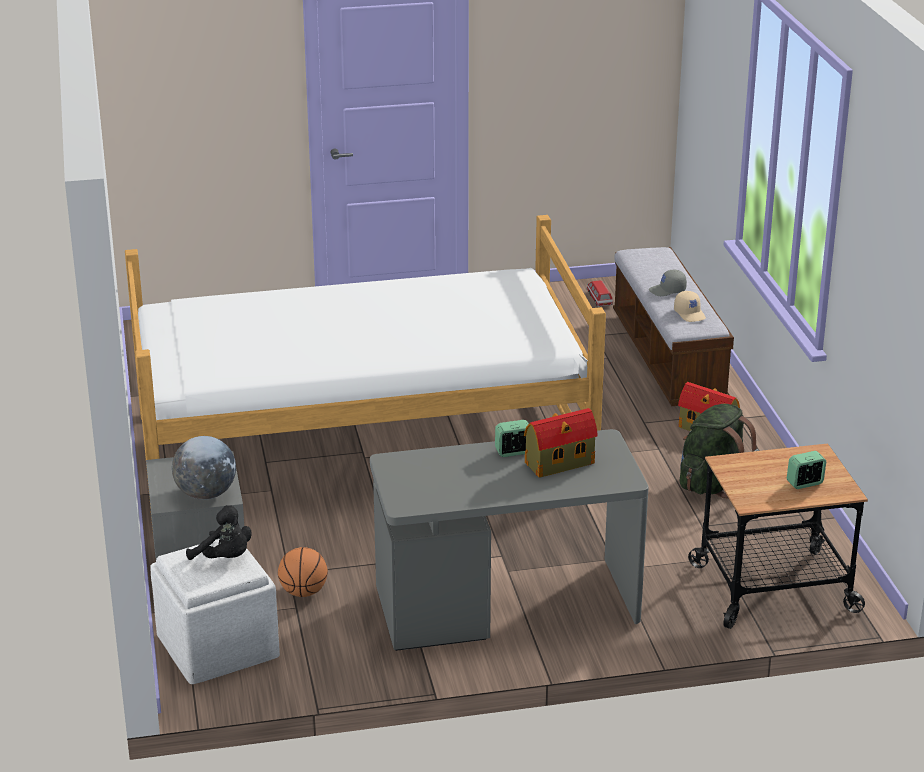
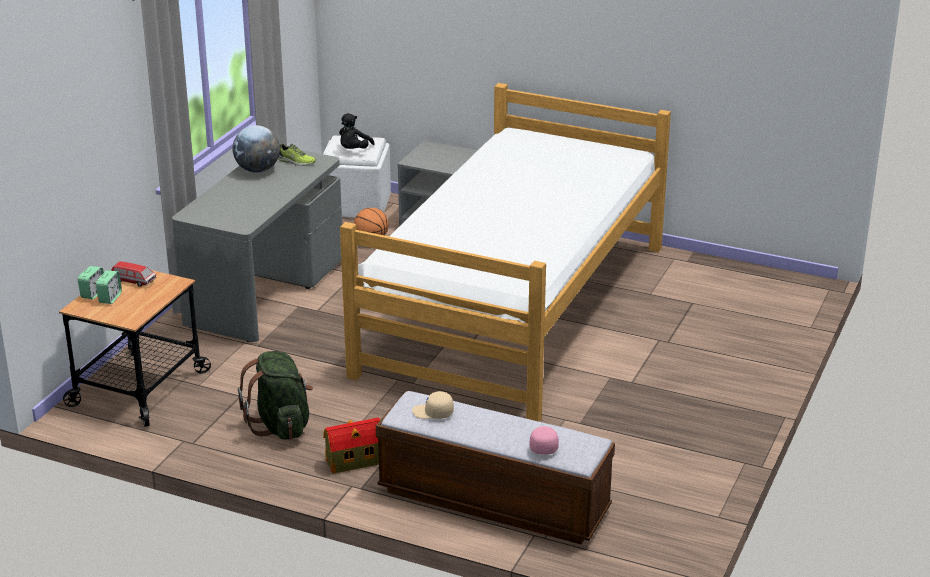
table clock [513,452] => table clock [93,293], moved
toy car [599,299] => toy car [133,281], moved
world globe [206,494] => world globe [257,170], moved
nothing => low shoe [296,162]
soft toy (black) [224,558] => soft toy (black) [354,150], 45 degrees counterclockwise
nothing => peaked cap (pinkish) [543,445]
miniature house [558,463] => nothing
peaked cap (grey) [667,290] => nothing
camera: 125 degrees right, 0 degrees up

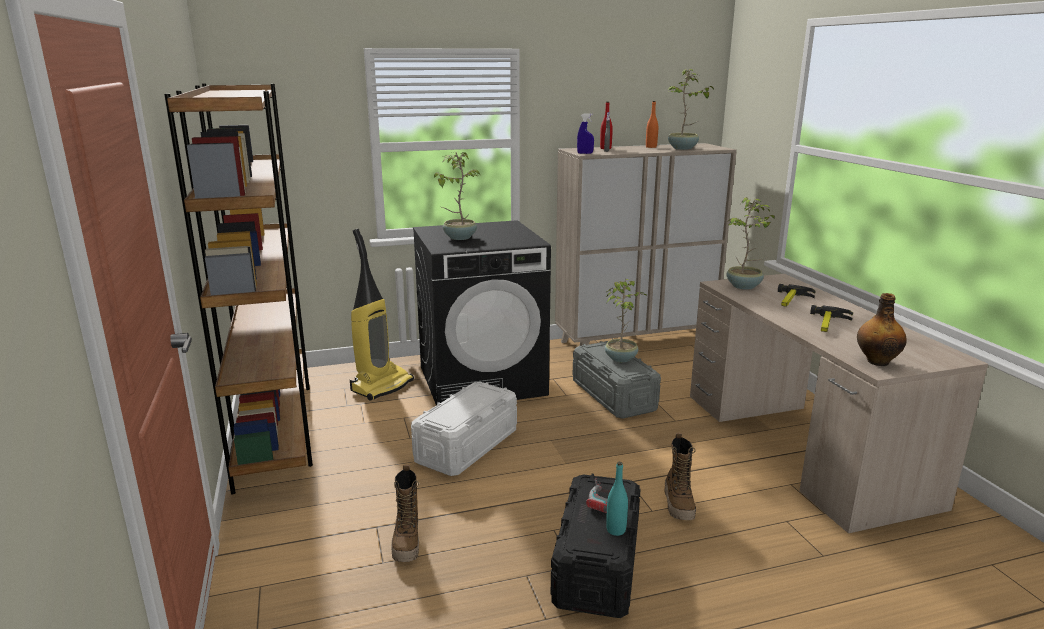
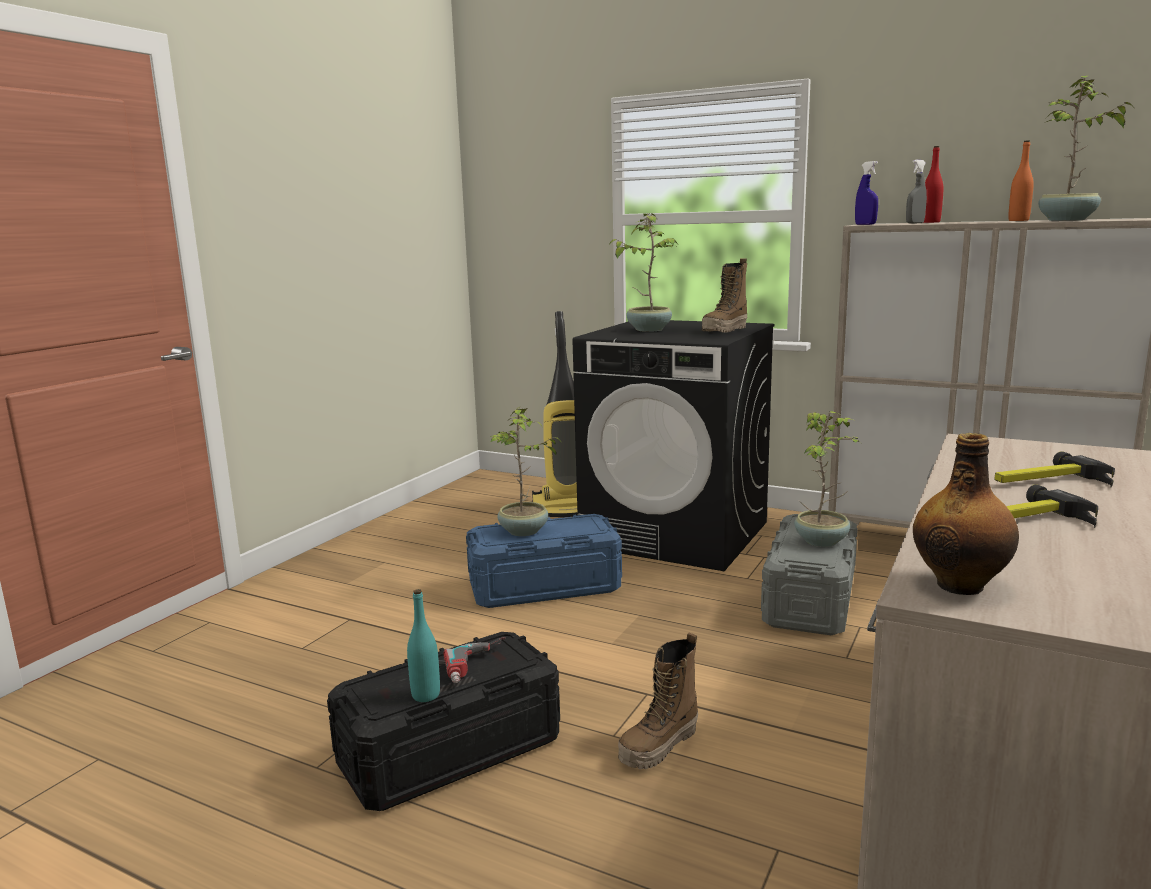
storage bin (whitish) [466,446] => storage bin (bluish) [544,586]
houseplant [744,286] => houseplant [523,531], moved
tall boot [407,543] => tall boot [725,330], moved
shelving unit (brown) [275,427] => nothing
camera: 45 degrees right, 5 degrees down

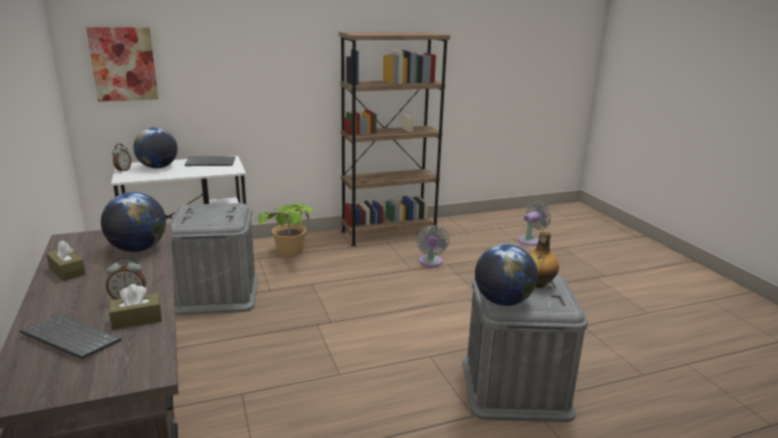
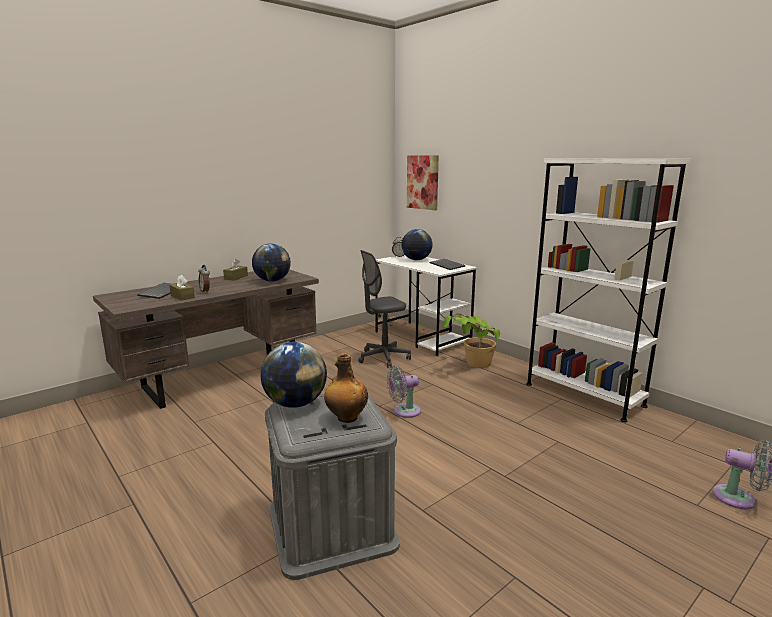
storage bin (grey) [217,293] => office chair (grey) [383,358]
electric fan (grey) [430,262] => electric fan (grey) [404,411], moved
shelving unit (brown) [389,233] => shelving unit (whitish) [583,395]
camera: 70 degrees right, 5 degrees down

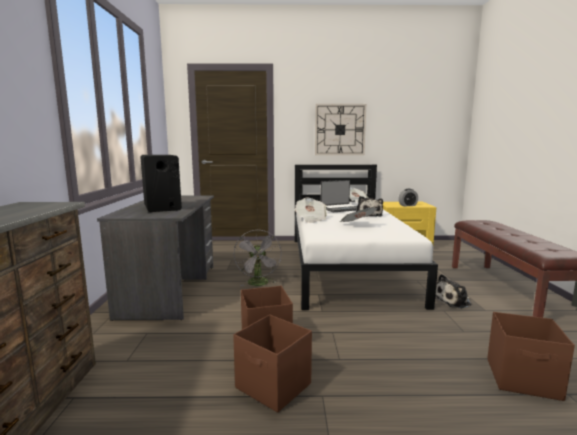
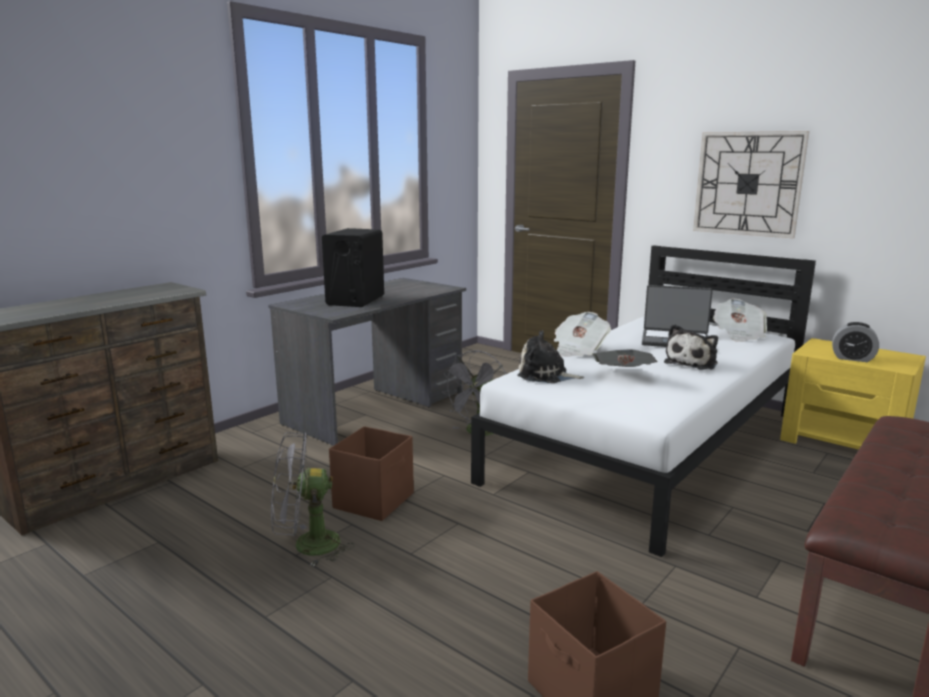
storage bin (brown) [273,386] => electric fan (grey) [306,546]
soft toy [454,301] => soft toy [546,375], moved
camera: 40 degrees right, 5 degrees up

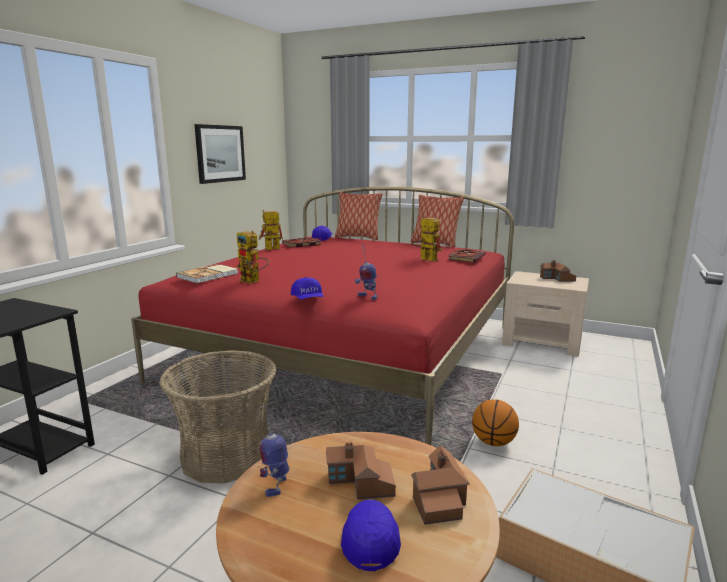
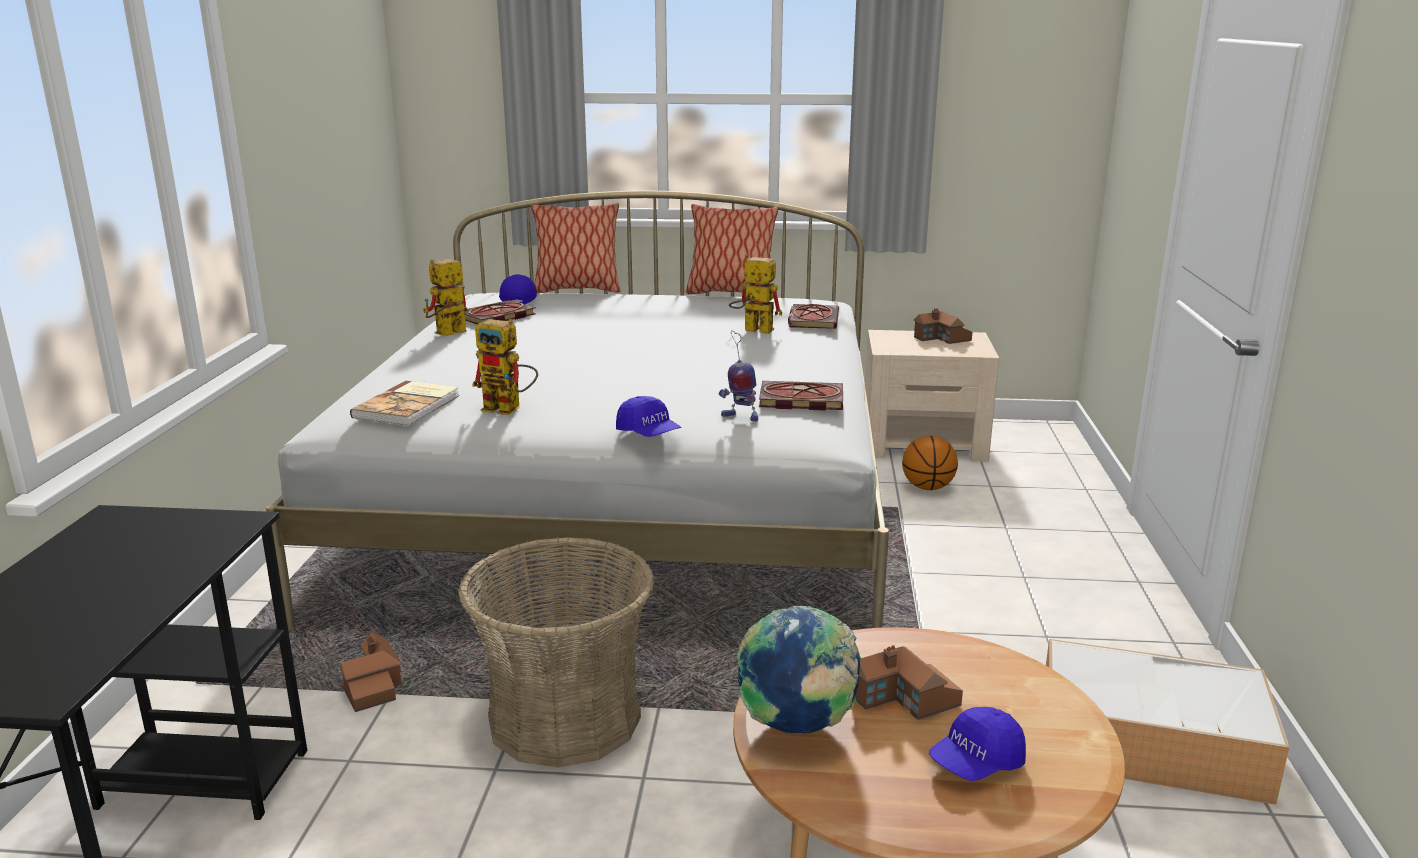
sleeping bed (red-coloured) [347,352] => sleeping bed (whitish) [627,508]
miniature house [438,498] => miniature house [373,686], moved
toy robot [276,484] => world globe [797,726]
nothing => bound book [799,400]
ball for basketball [493,442] => ball for basketball [928,487], moved
peaked cap (bluish) [370,541] => peaked cap (bluish) [976,763], 105 degrees counterclockwise
wall art [220,153] => nothing
camera: 20 degrees left, 5 degrees up

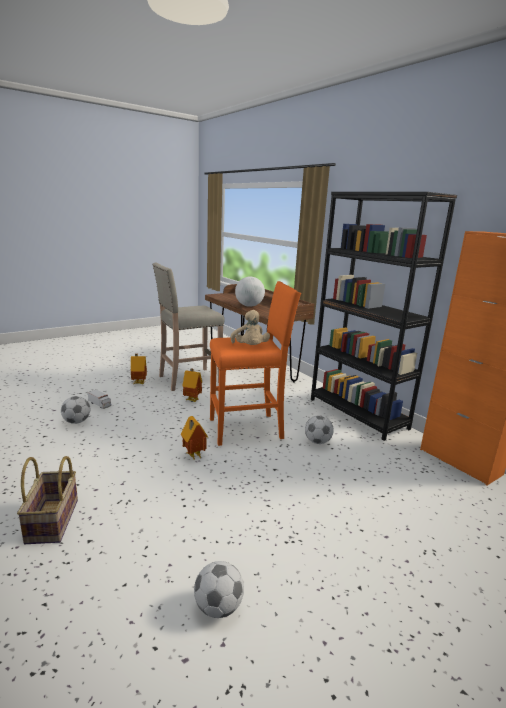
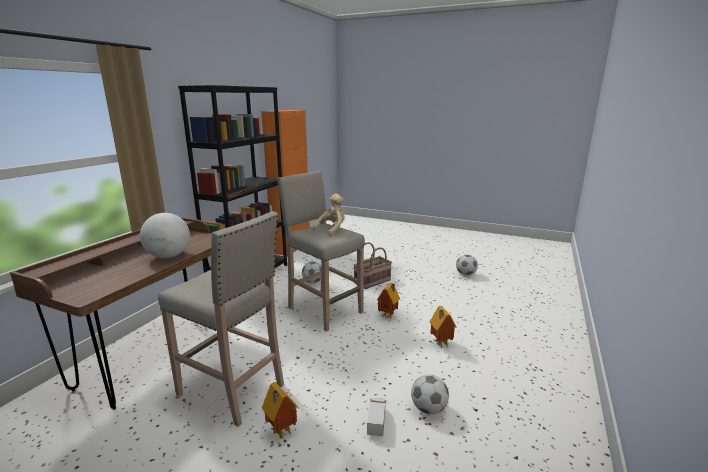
stool (orangey) [247,429] => stool (sand-coloured) [324,309]
storage basket [53,521] => storage basket [372,281], moved
miniature house [192,400] => miniature house [440,343], moved
camera: 120 degrees left, 0 degrees up

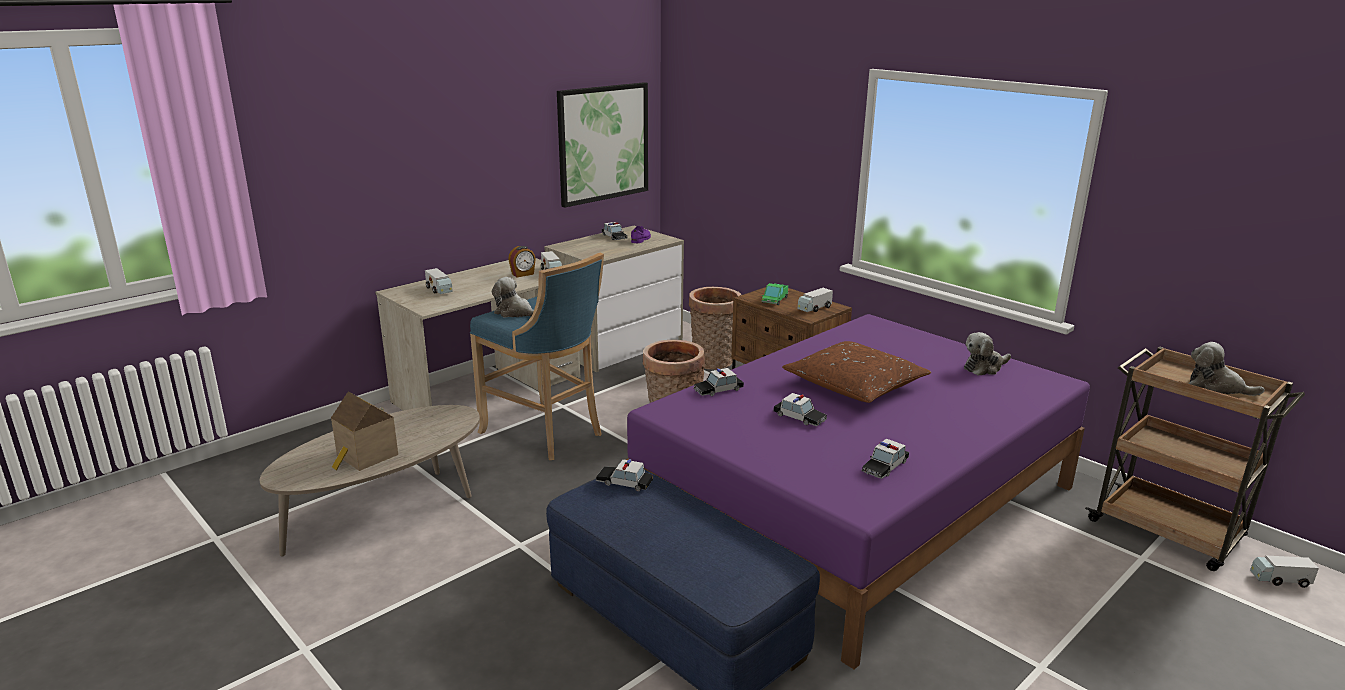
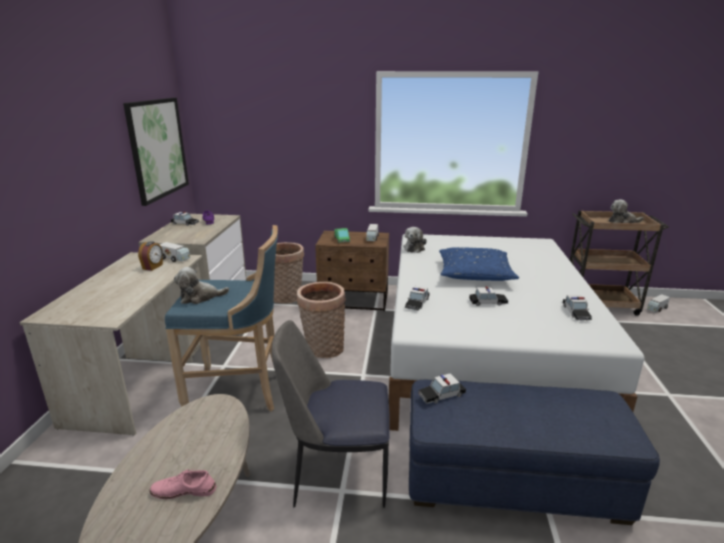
miniature house [365,456] => low shoe (pinkish) [184,490]
nothing => chair [337,474]
sleeping bed (purplish) [857,505] => sleeping bed (whitish) [483,350]
soft toy [984,367] => soft toy [415,248], moved
cushion (brown) [854,385] => cushion (bluish) [474,273]
toy truck [439,290] => nothing
camera: 40 degrees left, 0 degrees up

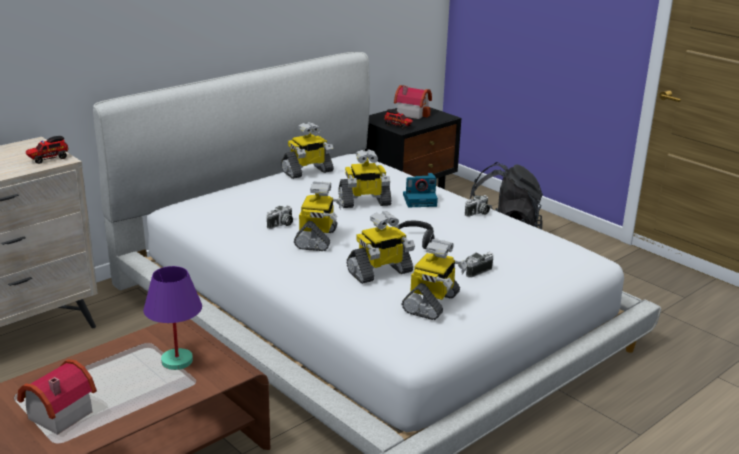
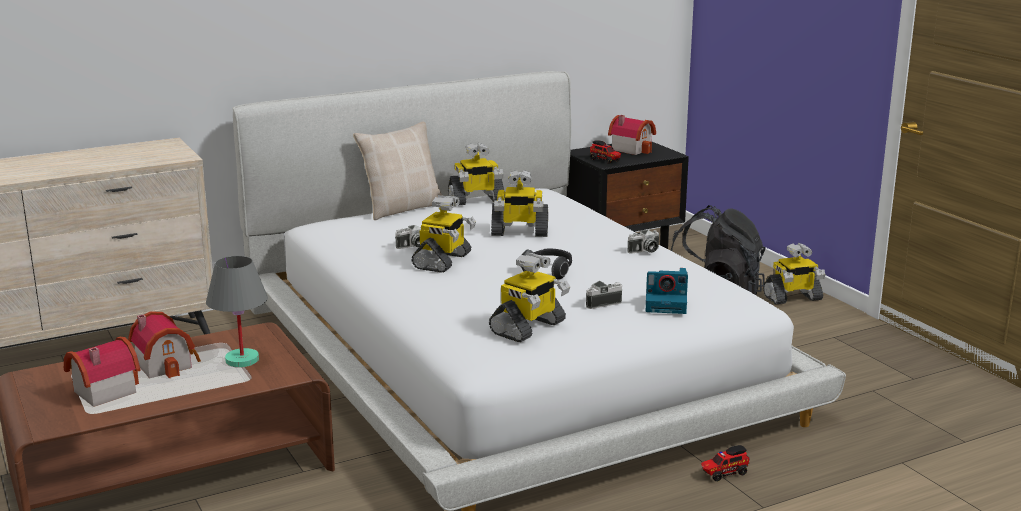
nothing => miniature house [167,363]
table lamp (purplish) [176,361] => table lamp (grey) [241,360]
nothing => cushion (sand-coloured) [402,208]
photo camera [420,200] => photo camera [667,304], moved
toy truck [47,159] => toy truck [723,473], moved
toy robot [380,272] => toy robot [792,298], moved
camera: 15 degrees right, 5 degrees down

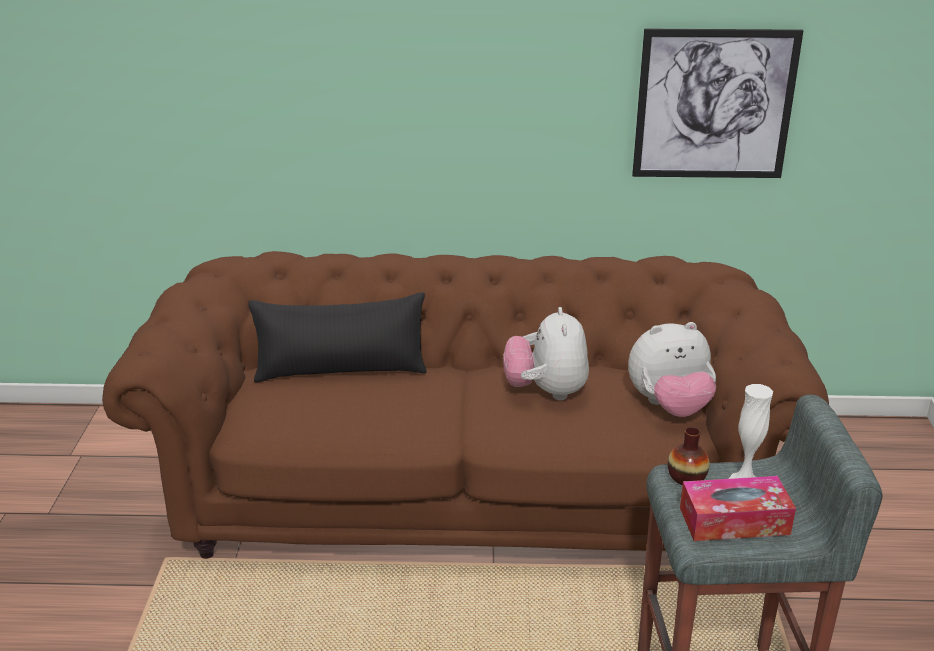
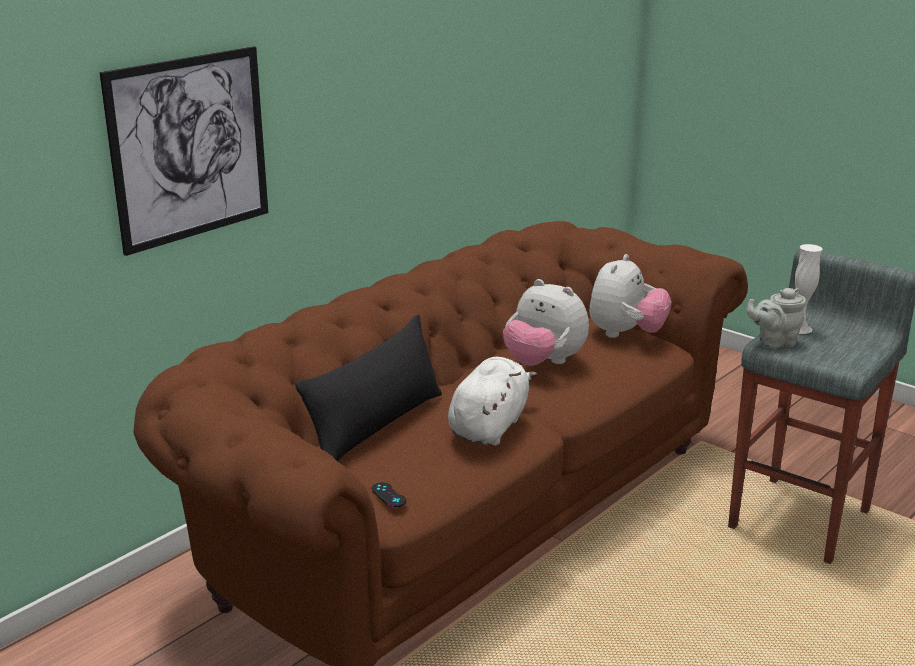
wall art [714,105] => wall art [190,148], moved
nothing => game controller (black) [388,495]
nothing => soft toy (whitish) [489,426]
decorative vase [686,477] => teapot (grey) [774,342]
tissue box [734,521] => nothing
camera: 50 degrees left, 5 degrees down

